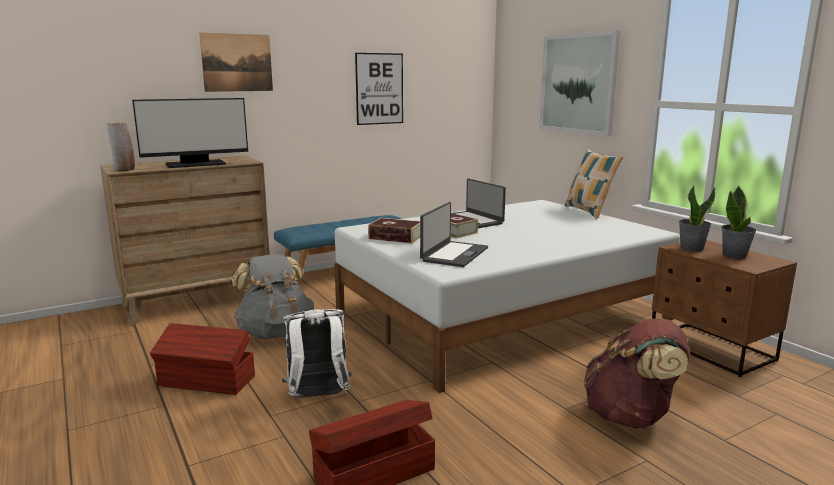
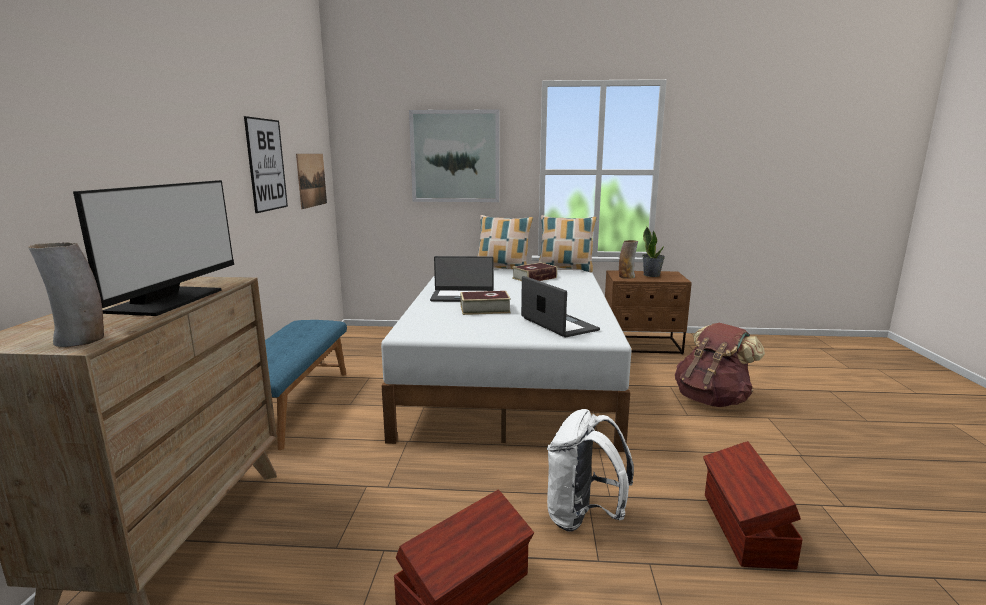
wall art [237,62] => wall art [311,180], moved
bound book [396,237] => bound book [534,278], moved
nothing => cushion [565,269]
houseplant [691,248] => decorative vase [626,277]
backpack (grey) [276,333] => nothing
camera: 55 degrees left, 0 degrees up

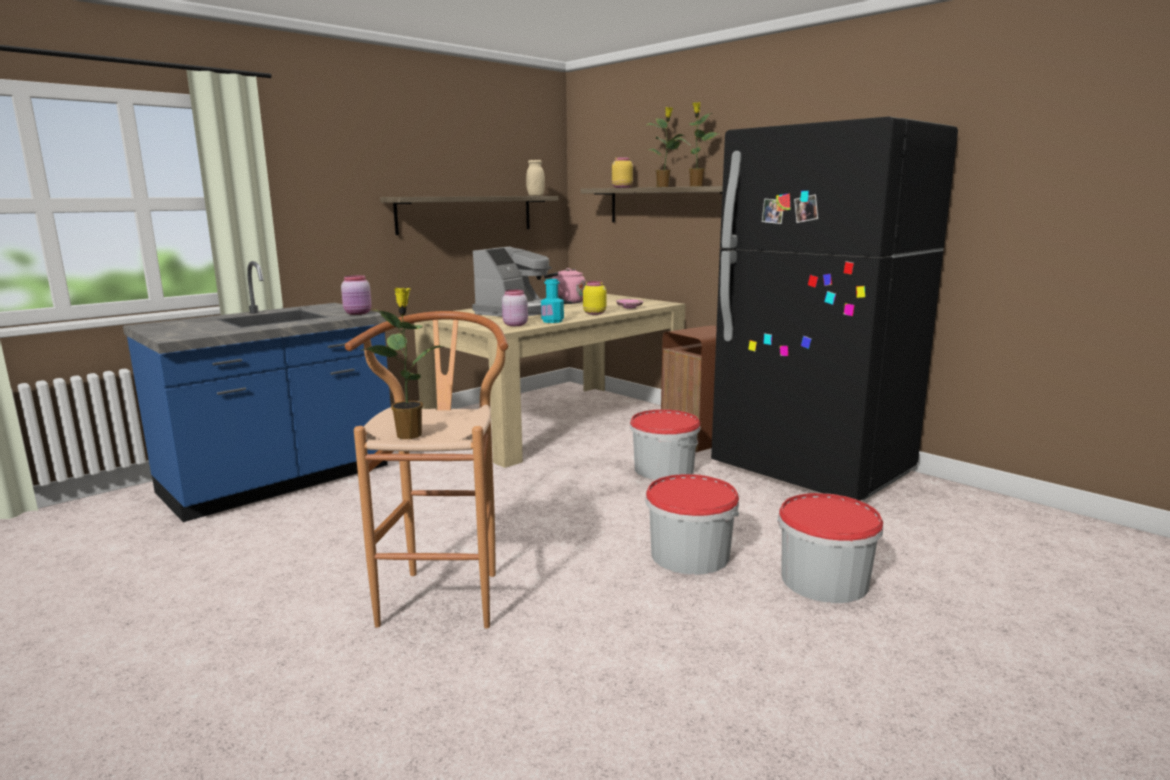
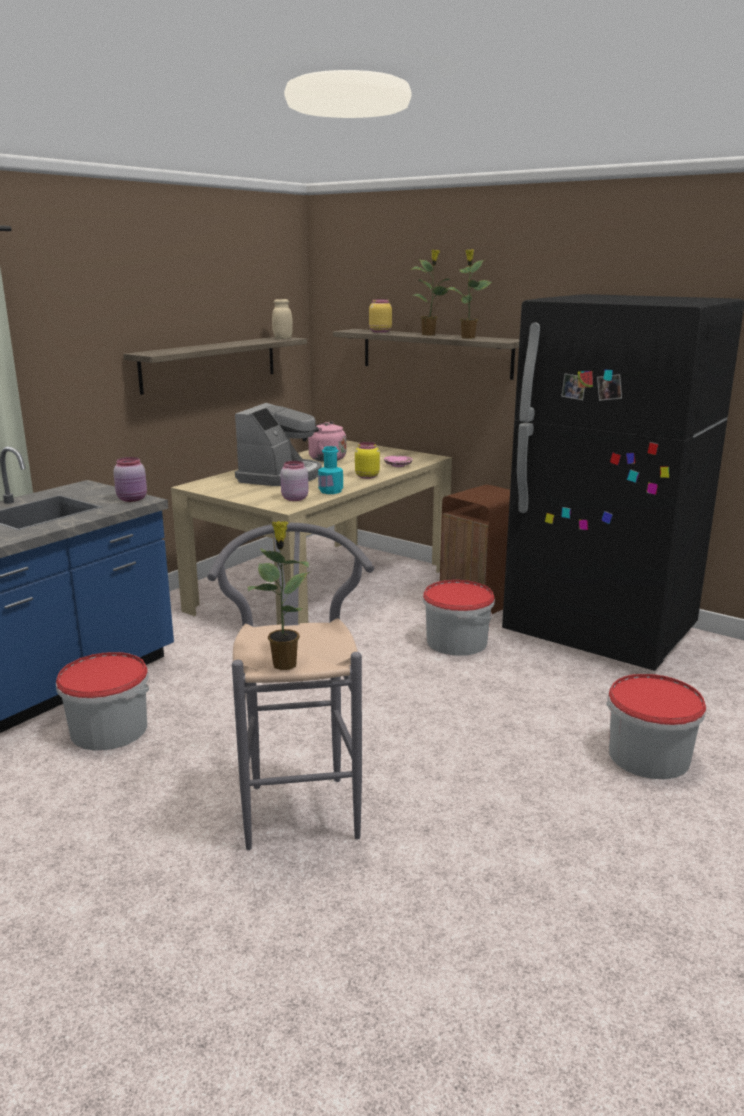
water bucket [690,555] => water bucket [109,730], moved
stool (brown) [446,592] => stool (grey) [299,803]
camera: 10 degrees left, 5 degrees up

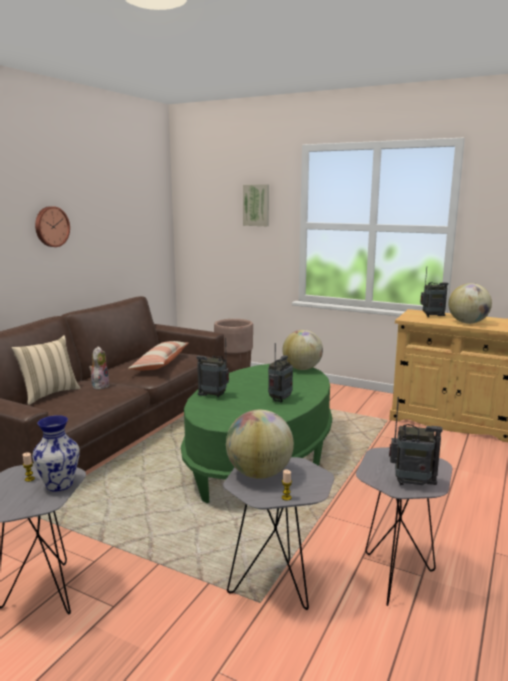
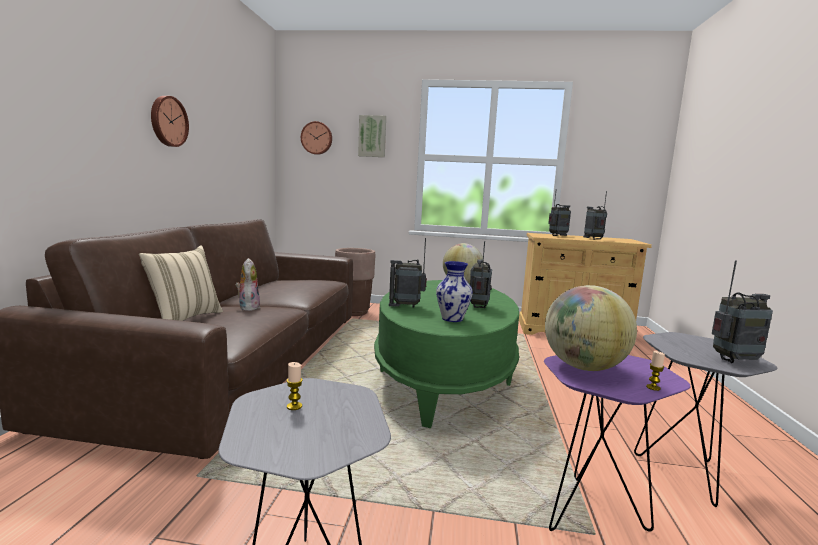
nothing => hanging clock [317,138]
decorative vase [60,484] => decorative vase [452,319], moved
accent table (grey) [278,587] => accent table (purplish) [593,510]
world globe [467,323] => radio [593,239]
cushion [160,363] => nothing
camera: 20 degrees left, 5 degrees down

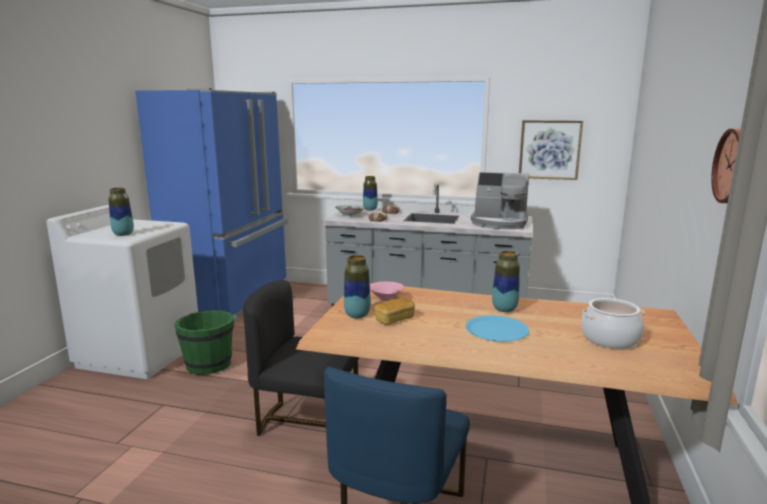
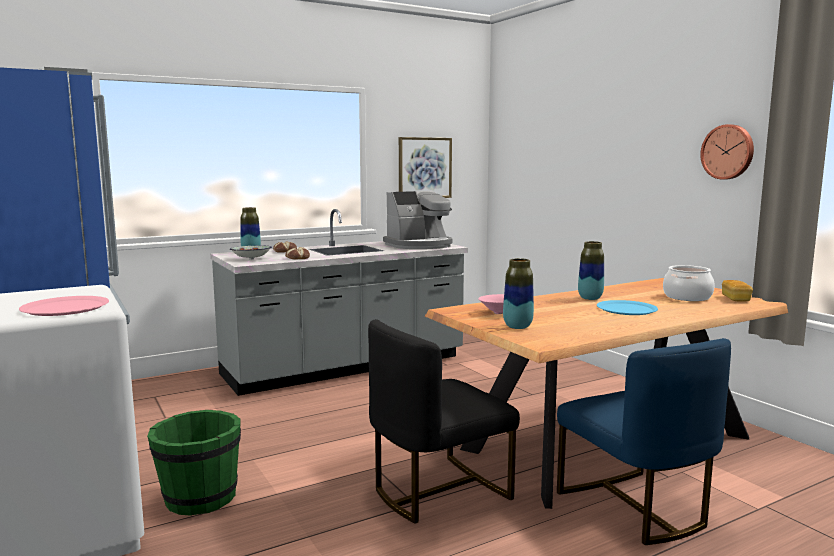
decorative vase [123,234] => dinner plate (pinkish) [65,307]
bakery bread [394,319] => bakery bread [735,299], moved
camera: 45 degrees left, 5 degrees down

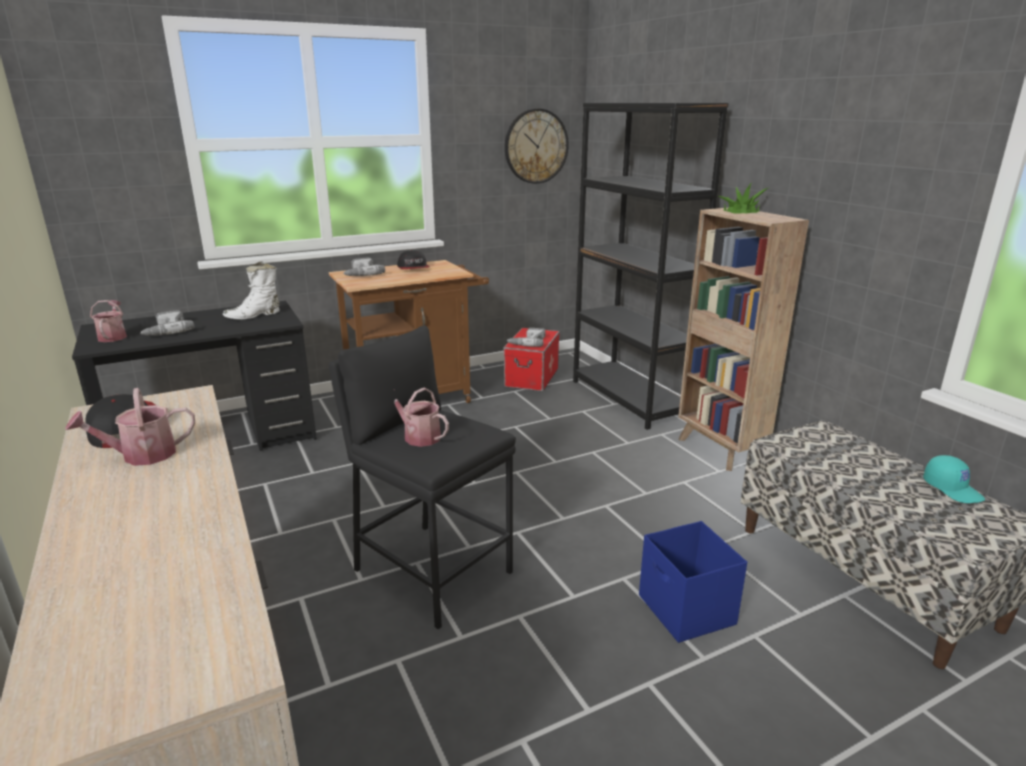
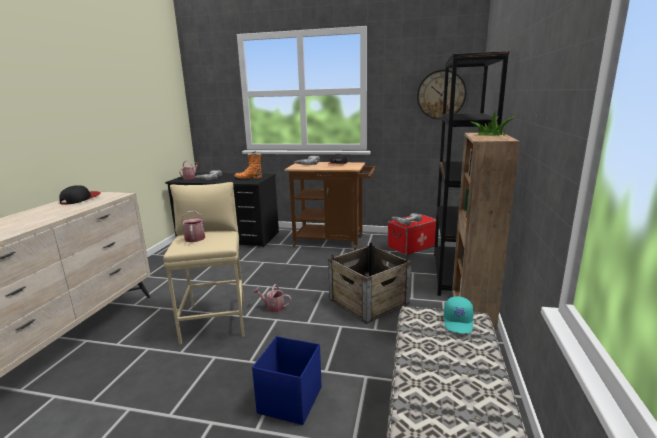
stool (black) [432,571] => stool (sand-coloured) [216,319]
tall boot (whitish) [254,316] => tall boot (orangey) [249,178]
watering pot [141,455] => watering pot [273,307], moved
nothing => crate [369,301]
peaked cap (blue-green) [952,489] => peaked cap (blue-green) [458,322], moved
camera: 40 degrees right, 5 degrees down

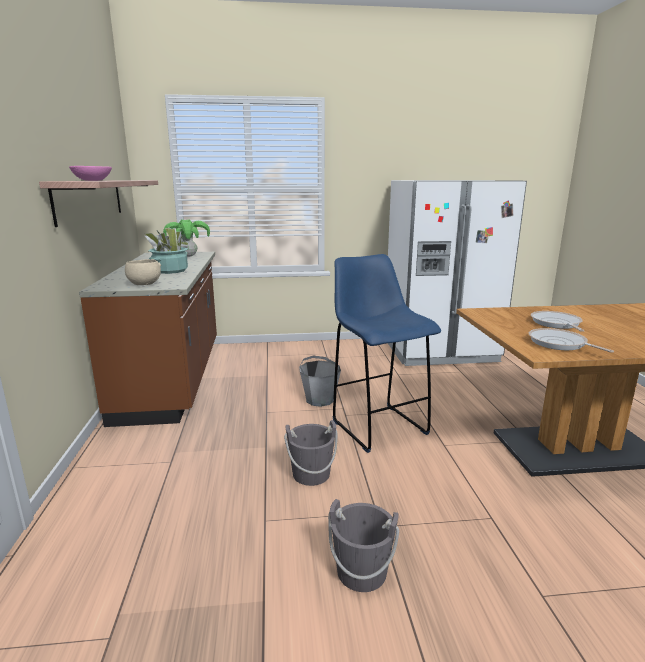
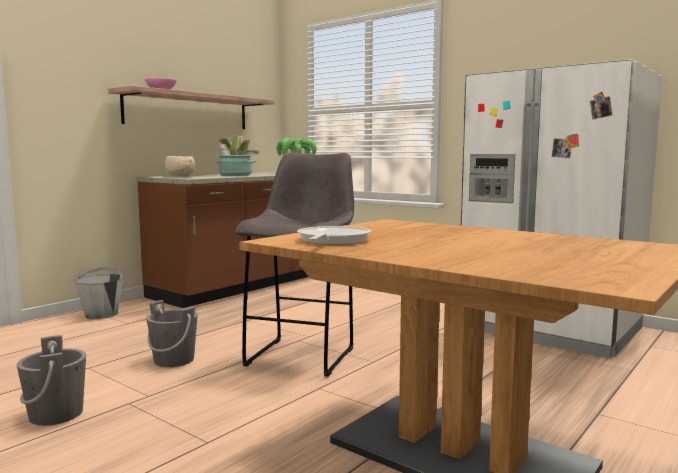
water bucket (grey) [319,399] => water bucket (grey) [101,314], moved
stool (bluish) [377,426] => stool (grey) [302,355]
pan [556,324] => nothing
camera: 45 degrees right, 10 degrees down

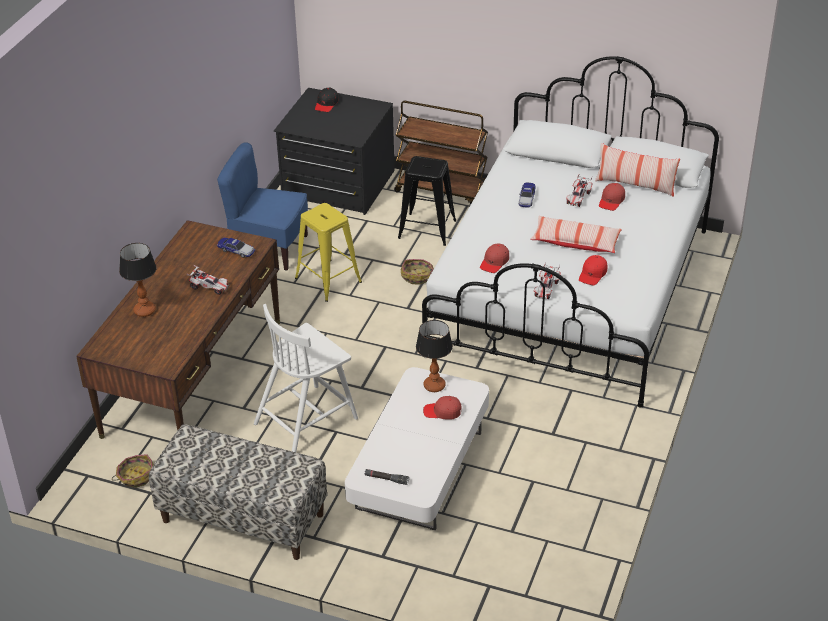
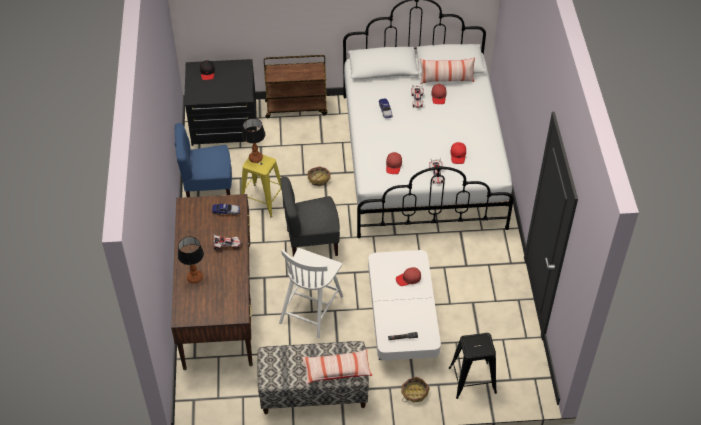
table lamp [435,386] => table lamp [256,158], moved
nothing => chair (grey) [311,242]
cushion [575,242] => cushion [337,370], moved
storage basket [136,476] => storage basket [414,393], moved
stool (black) [427,229] => stool (black) [472,380], moved
camera: 25 degrees left, 10 degrees up

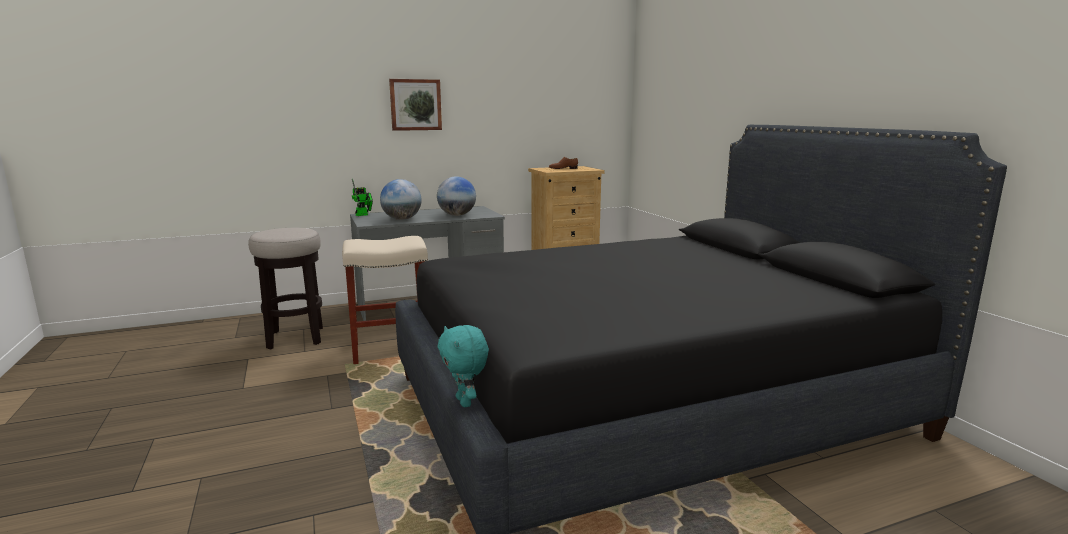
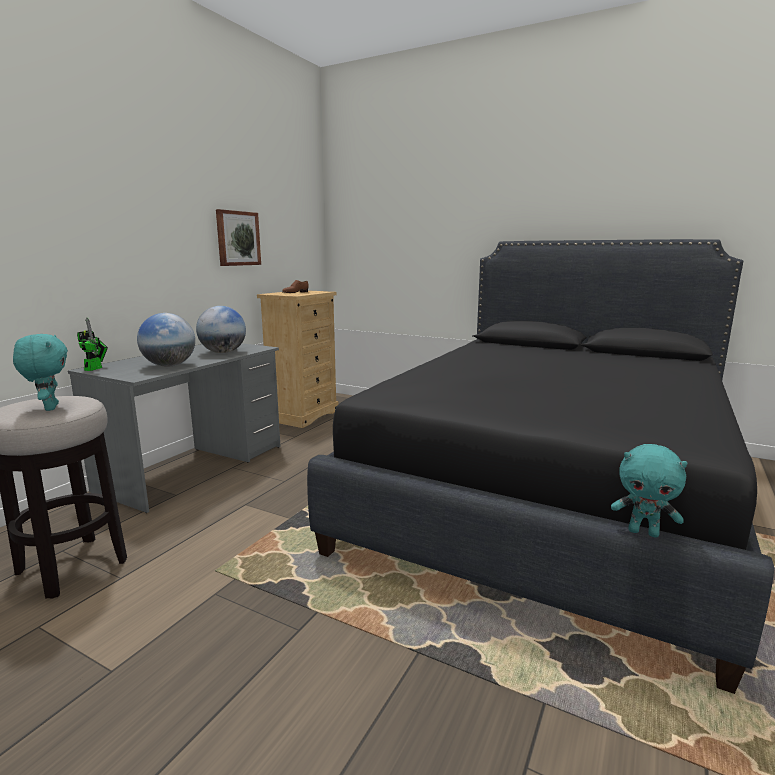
nothing => soft toy (blue-green) [49,408]
wall art [415,105] => wall art [237,238], moved
stool (sand-coloured) [392,349] => nothing
camera: 40 degrees left, 0 degrees up

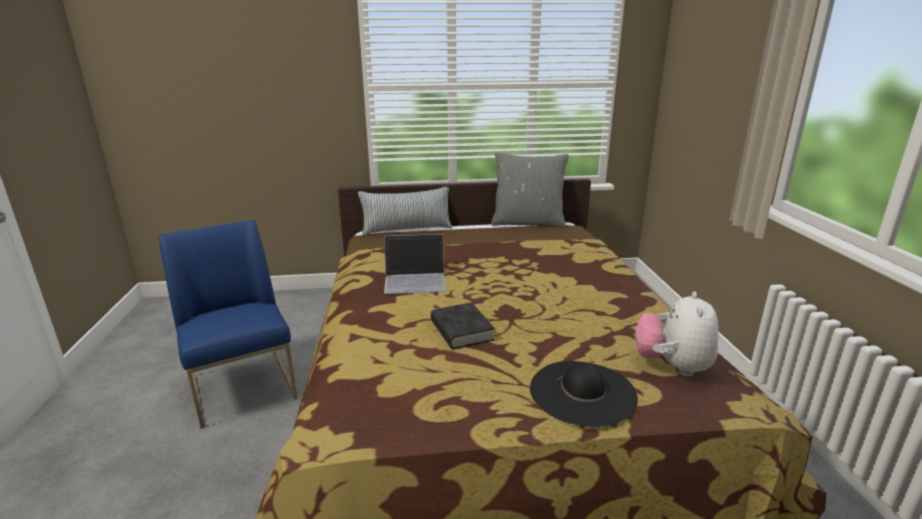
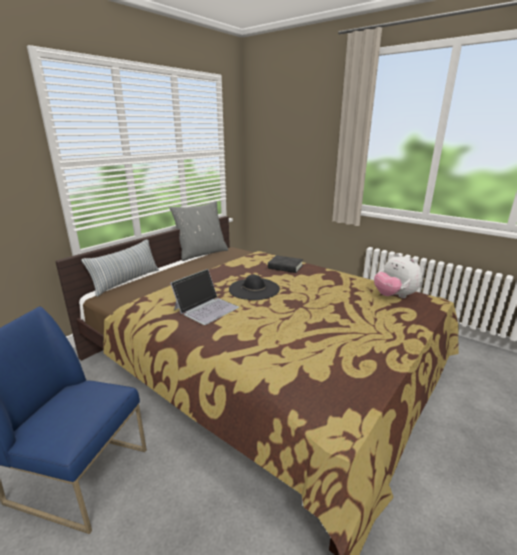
clothing hat (black) [582,392] => clothing hat (black) [254,289], moved
bound book (black) [461,330] => bound book (black) [285,267], moved
camera: 45 degrees left, 0 degrees up

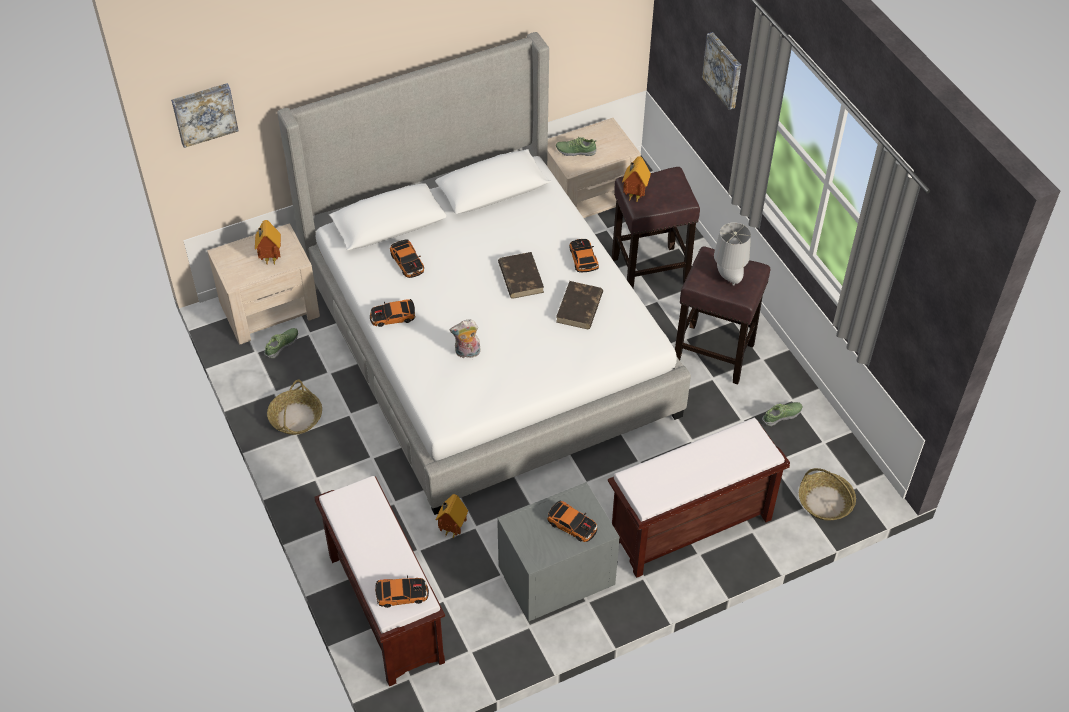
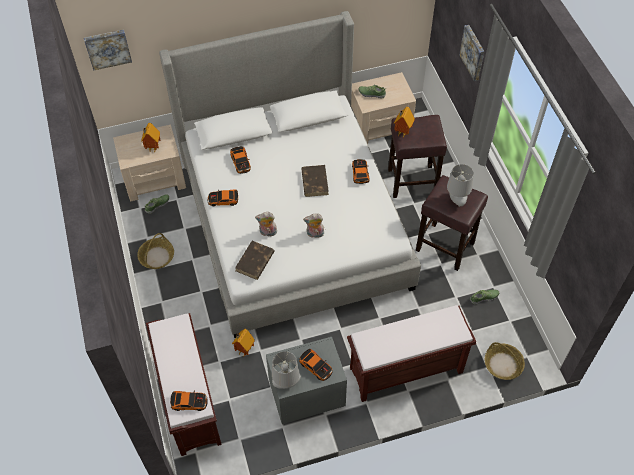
bound book (brown) [579,308] => bound book (brown) [254,262], moved
nothing => table lamp (grey) [286,384]
nothing => soft toy [314,234]
camera: 10 degrees right, 5 degrees up

